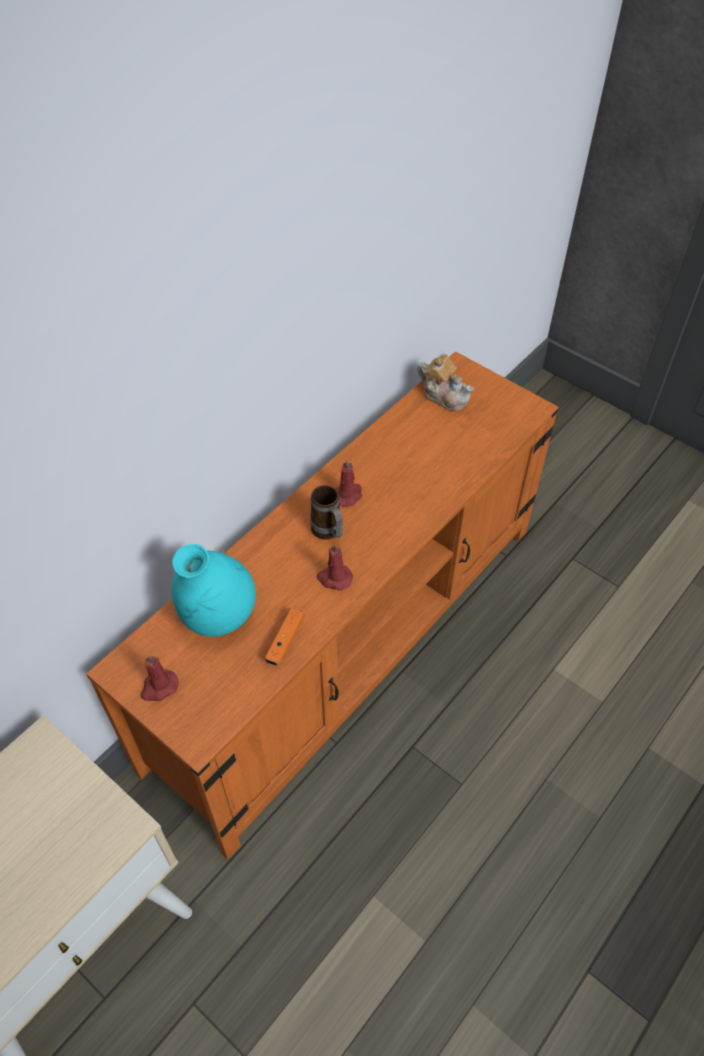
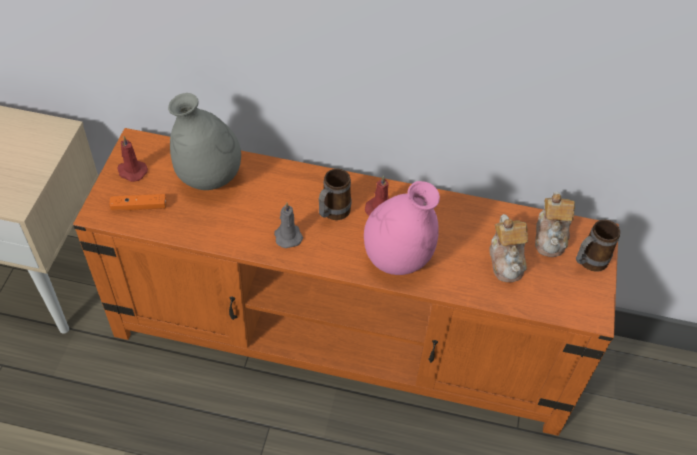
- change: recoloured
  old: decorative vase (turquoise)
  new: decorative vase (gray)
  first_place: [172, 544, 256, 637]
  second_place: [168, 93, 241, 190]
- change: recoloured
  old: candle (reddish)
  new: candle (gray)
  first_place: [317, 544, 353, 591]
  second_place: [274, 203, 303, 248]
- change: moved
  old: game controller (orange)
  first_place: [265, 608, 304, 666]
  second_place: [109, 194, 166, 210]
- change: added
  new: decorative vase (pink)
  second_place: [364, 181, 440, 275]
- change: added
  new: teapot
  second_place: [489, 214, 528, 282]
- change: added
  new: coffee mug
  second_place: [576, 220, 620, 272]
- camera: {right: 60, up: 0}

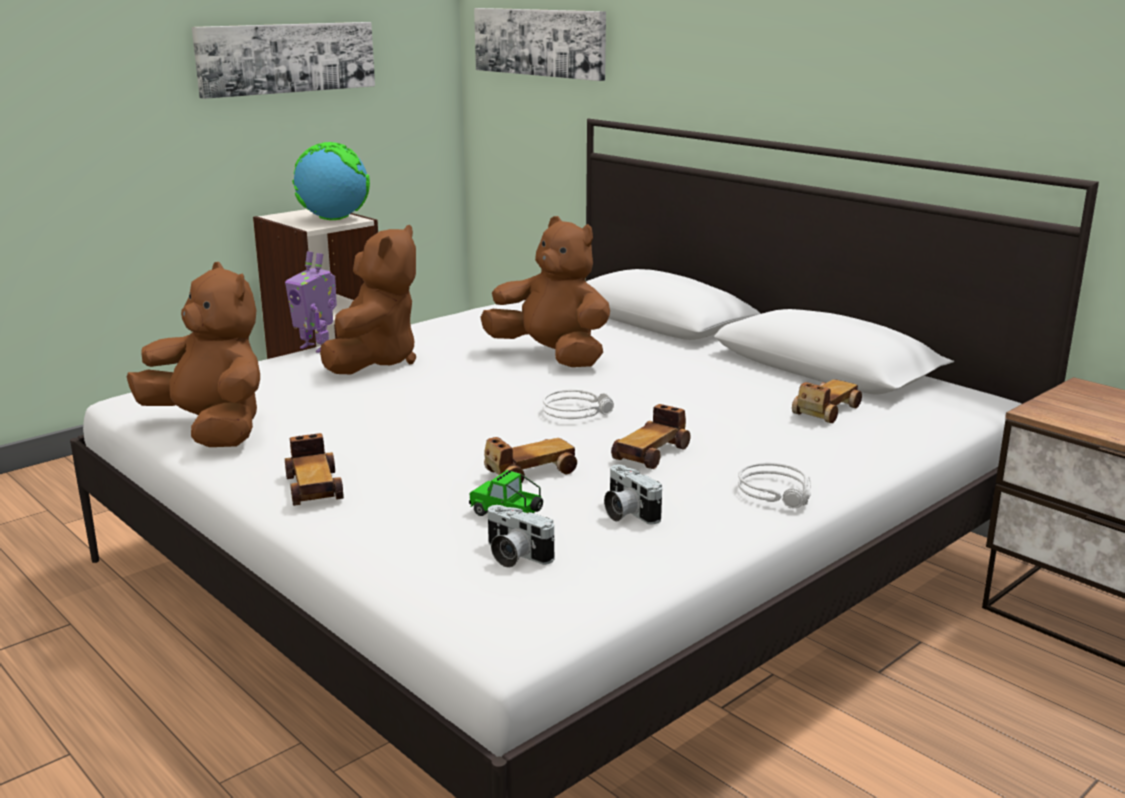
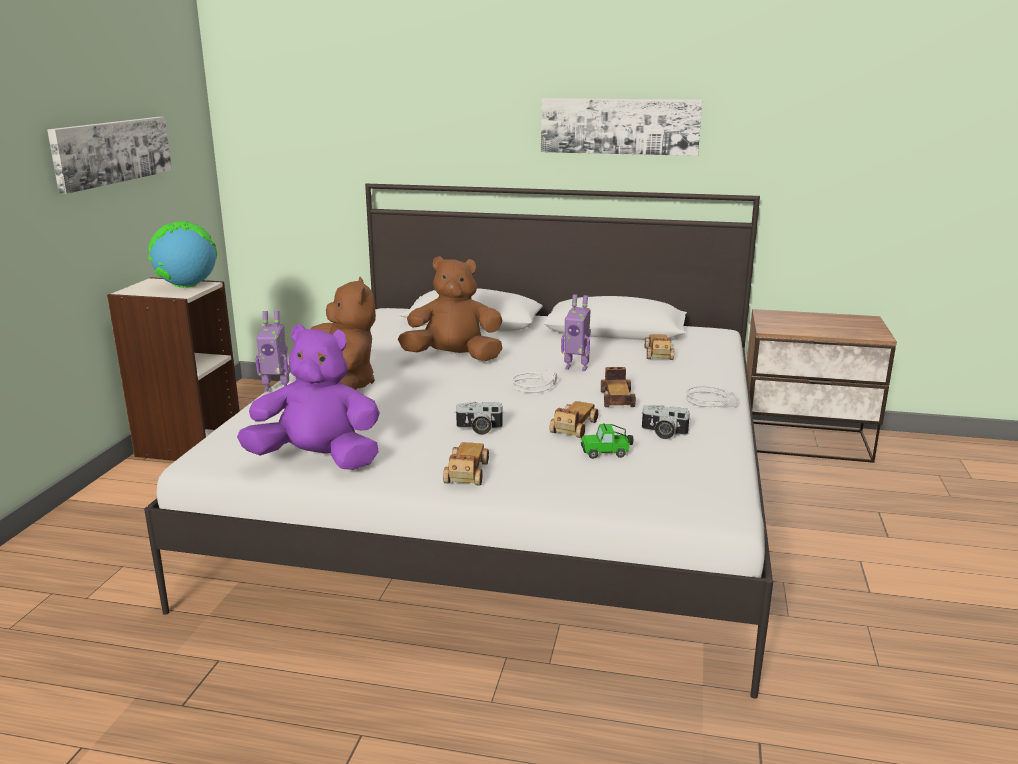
- change: moved
  old: picture
  first_place: [474, 8, 606, 81]
  second_place: [541, 98, 702, 156]
- change: recoloured
  old: cuddly toy (brown-coloured)
  new: cuddly toy (purplish)
  first_place: [127, 262, 260, 447]
  second_place: [237, 324, 380, 470]
- change: turned
  old: toy car
  first_place: [285, 433, 344, 506]
  second_place: [443, 443, 489, 485]
  degrees: -120
- change: moved
  old: photo camera
  first_place: [488, 505, 555, 568]
  second_place: [454, 402, 503, 435]
- change: added
  new: model robot
  second_place: [561, 294, 591, 371]
- camera: {right: -35, up: 0}

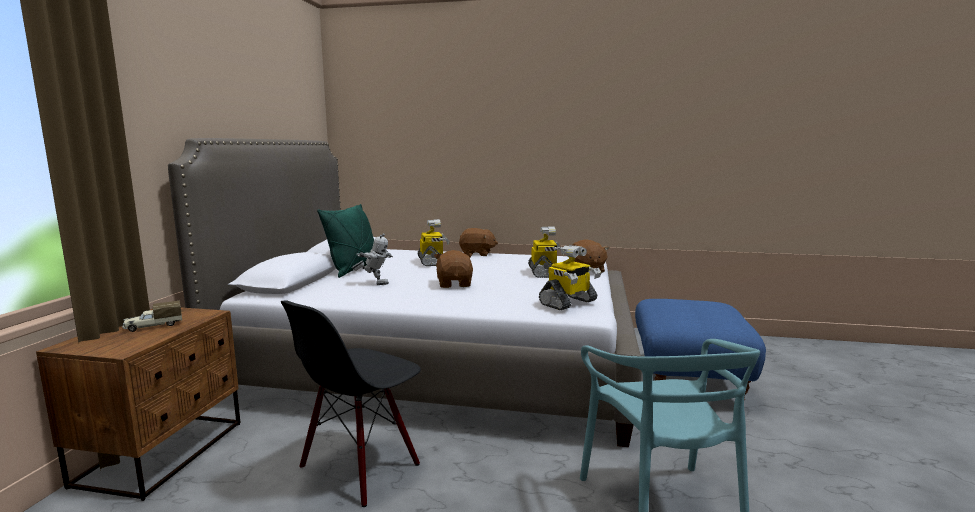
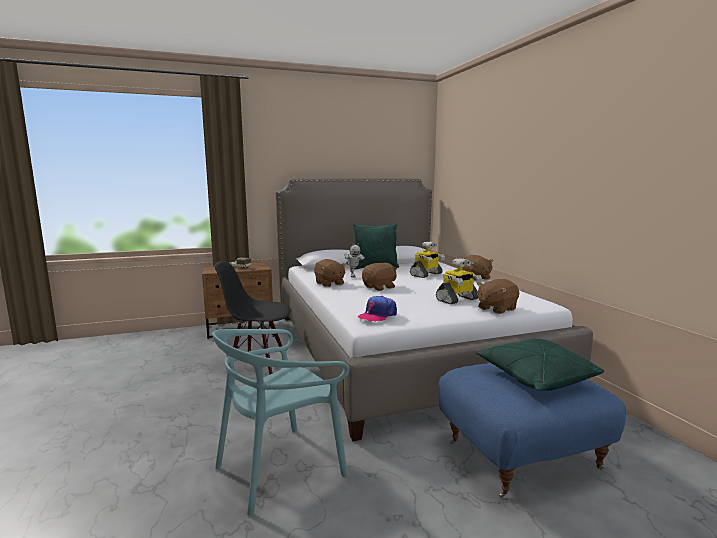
- change: replaced
  old: model robot
  new: baseball cap
  first_place: [539, 245, 601, 310]
  second_place: [357, 296, 397, 322]
- change: added
  new: cuddly toy (brown-coloured)
  second_place: [314, 259, 346, 287]
- change: added
  new: throw pillow (green-coloured)
  second_place: [476, 338, 604, 391]
- camera: {right: 60, up: 0}

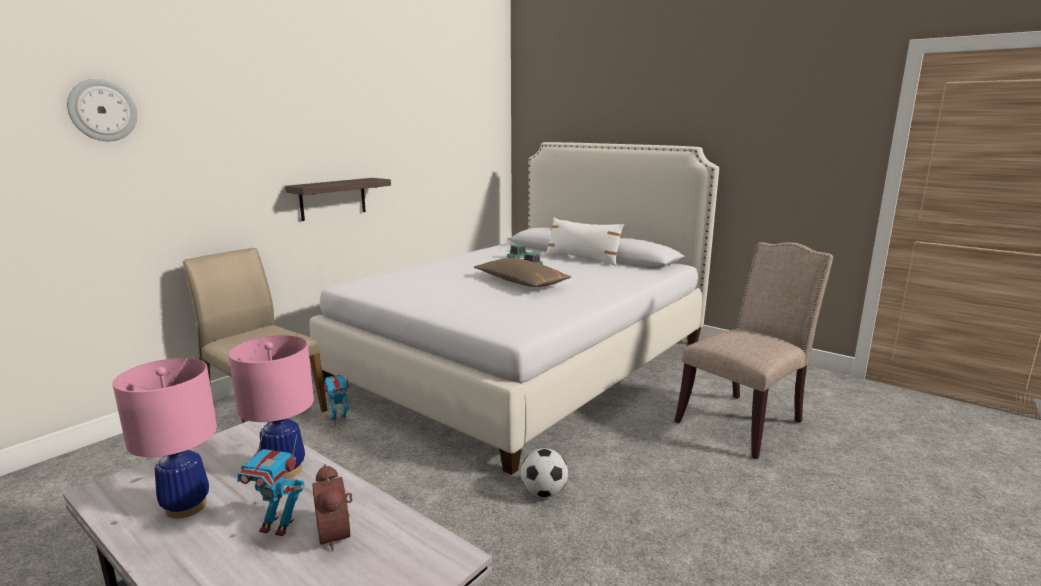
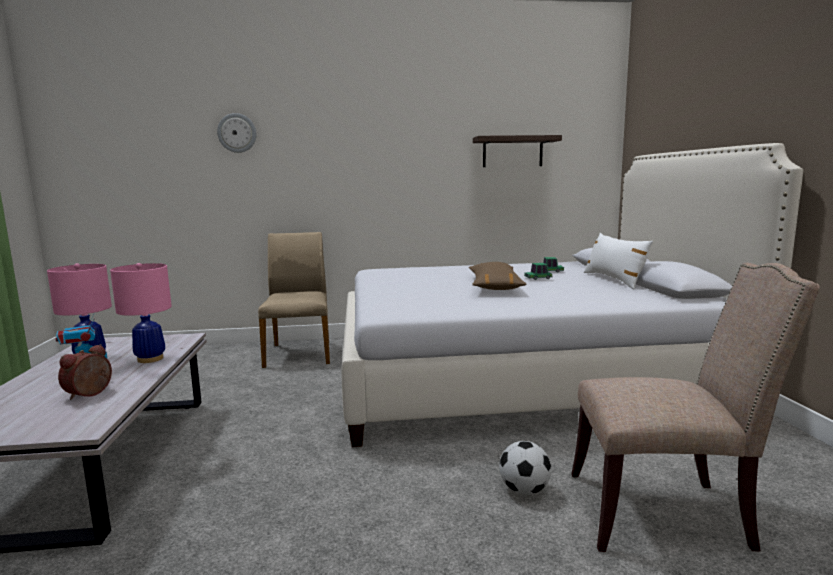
- change: moved
  old: wall shelf
  first_place: [285, 178, 391, 221]
  second_place: [473, 135, 562, 167]
- change: removed
  old: model robot
  first_place: [324, 375, 349, 424]
- change: moved
  old: ball for football
  first_place: [521, 448, 568, 498]
  second_place: [499, 441, 551, 495]
- camera: {right: 45, up: -5}

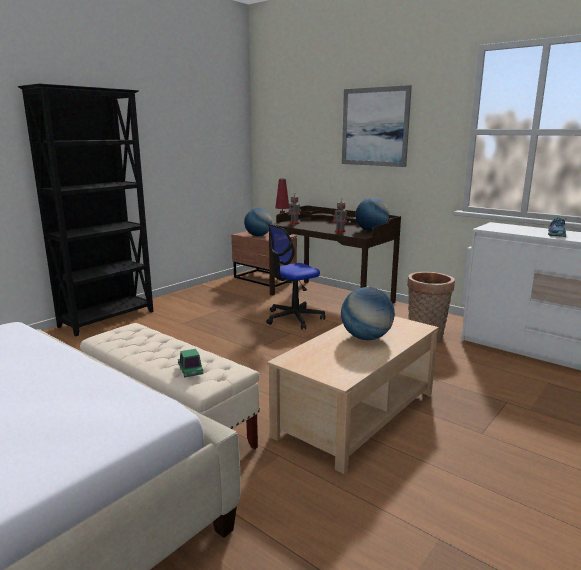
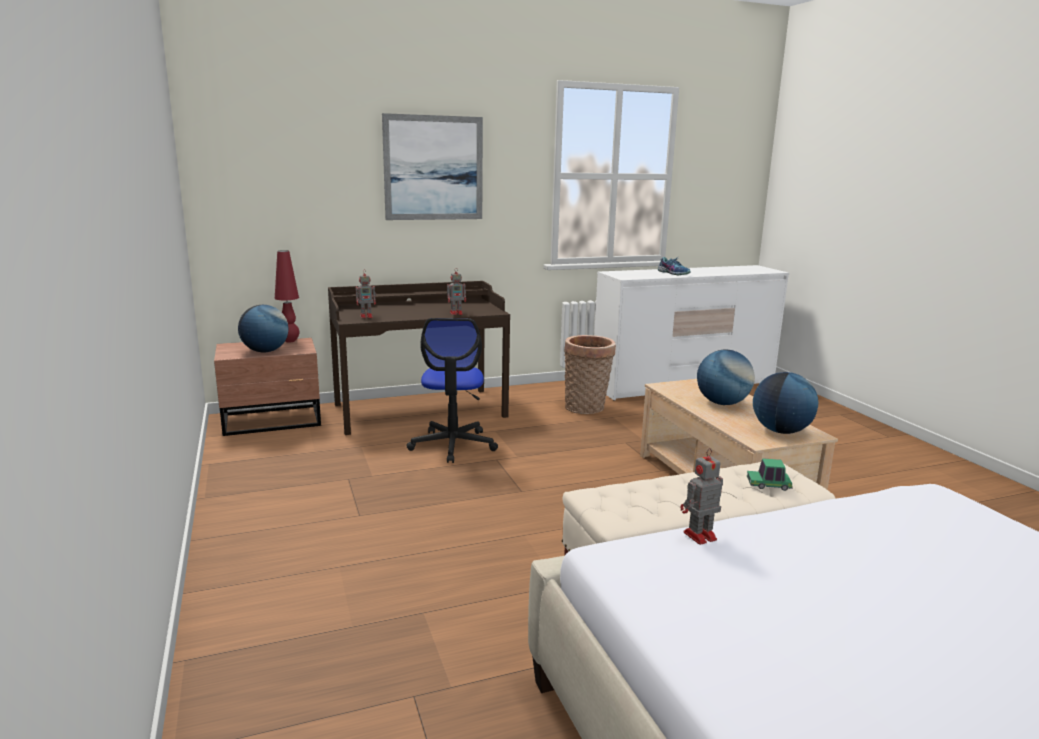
- change: removed
  old: bookcase (black-coloured)
  first_place: [18, 84, 154, 336]
- change: moved
  old: world globe
  first_place: [355, 198, 389, 232]
  second_place: [753, 372, 818, 434]
- change: added
  new: model robot
  second_place: [681, 448, 723, 545]
- camera: {right: -60, up: 0}

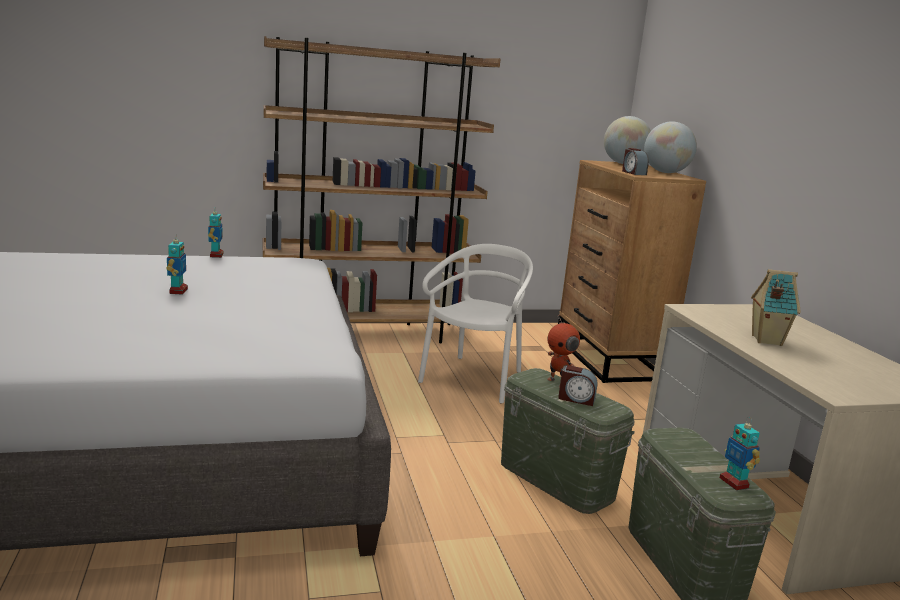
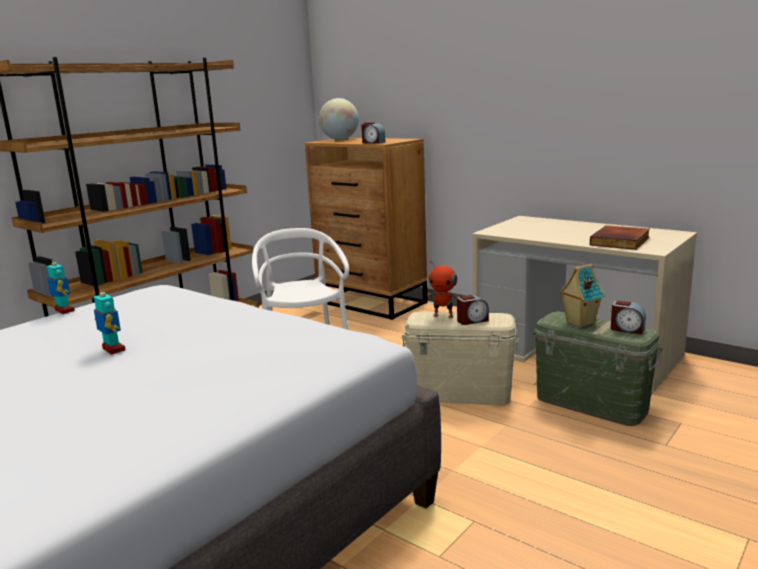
- change: removed
  old: world globe
  first_place: [644, 121, 697, 173]
- change: moved
  old: model house
  first_place: [751, 269, 801, 346]
  second_place: [559, 263, 605, 328]
- change: recoloured
  old: storage box (green-coloured)
  new: storage box (beige-coloured)
  first_place: [501, 368, 635, 514]
  second_place: [402, 312, 518, 405]
- change: replaced
  old: model robot
  new: table clock
  first_place: [720, 417, 760, 490]
  second_place: [611, 301, 646, 334]
- change: added
  new: volume
  second_place: [590, 225, 650, 250]
- camera: {right: -35, up: 0}

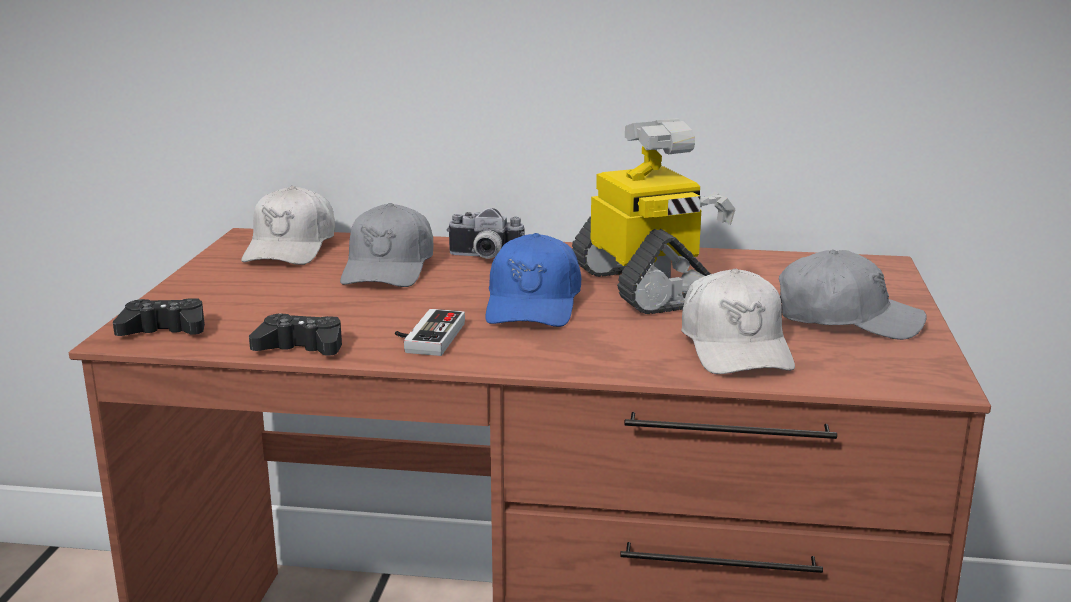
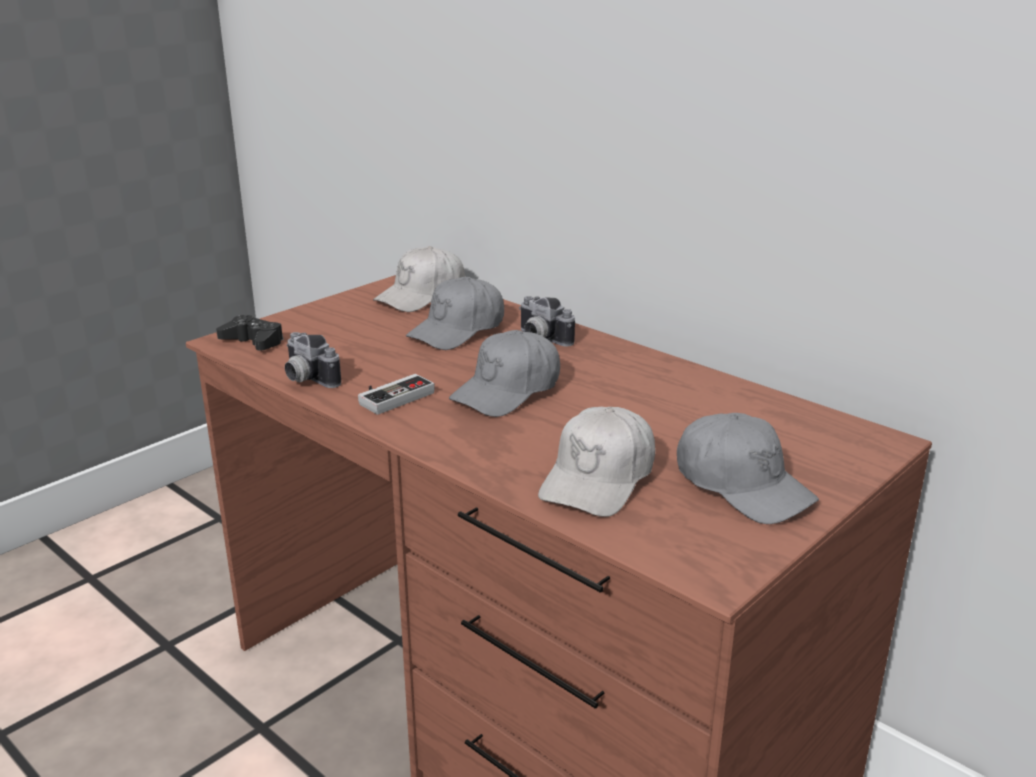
- change: removed
  old: model robot
  first_place: [572, 118, 735, 314]
- change: recoloured
  old: baseball cap (blue-coloured)
  new: baseball cap (gray)
  first_place: [485, 233, 581, 327]
  second_place: [449, 330, 560, 417]
- change: replaced
  old: game controller (black-coloured)
  new: photo camera
  first_place: [249, 313, 342, 356]
  second_place: [285, 332, 341, 388]
- camera: {right: 35, up: 5}

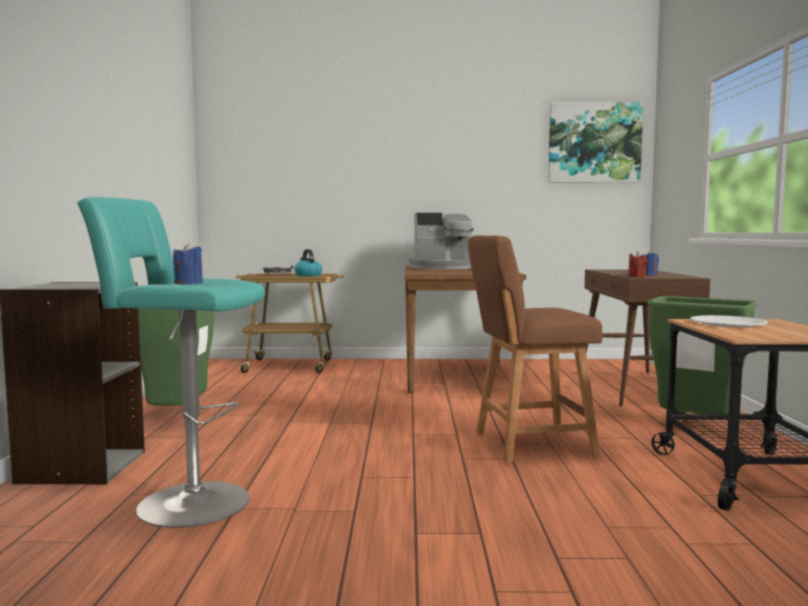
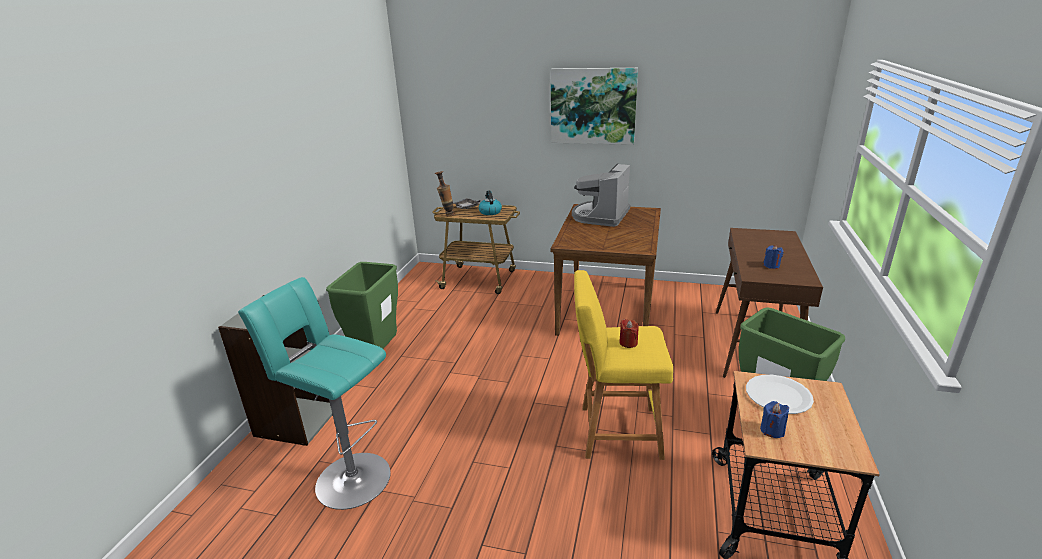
- change: moved
  old: picture
  first_place: [548, 102, 643, 182]
  second_place: [551, 68, 638, 145]
- change: turned
  old: coffee maker
  first_place: [409, 213, 474, 269]
  second_place: [572, 163, 630, 227]
  degrees: 105
- change: recoloured
  old: stool seat (brown-coloured)
  new: stool seat (yellow-coloured)
  first_place: [468, 235, 603, 463]
  second_place: [574, 270, 673, 460]
- change: moved
  old: candle (blue-coloured)
  first_place: [173, 243, 203, 284]
  second_place: [760, 401, 789, 438]
- change: moved
  old: candle (reddish)
  first_place: [628, 252, 647, 278]
  second_place: [619, 319, 639, 348]
- change: added
  new: decorative vase
  second_place: [435, 171, 455, 217]
- camera: {right: 15, up: 20}

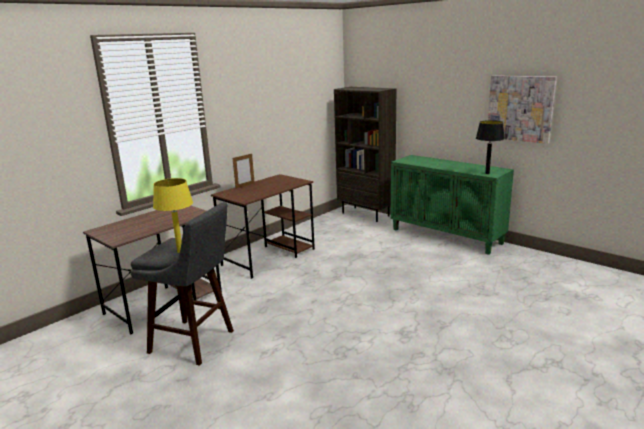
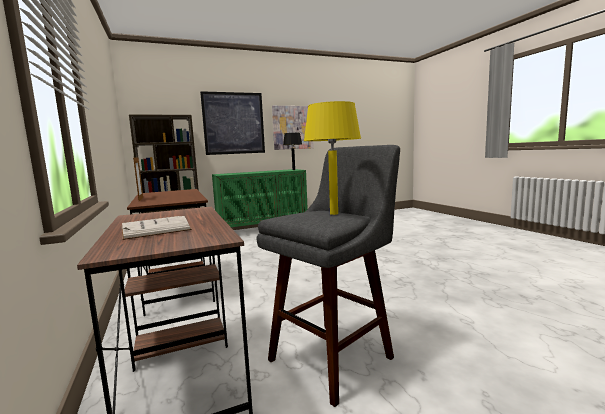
- change: added
  new: picture
  second_place: [200, 91, 265, 155]
- change: added
  new: volume (white)
  second_place: [122, 216, 192, 240]
- camera: {right: -65, up: -10}

